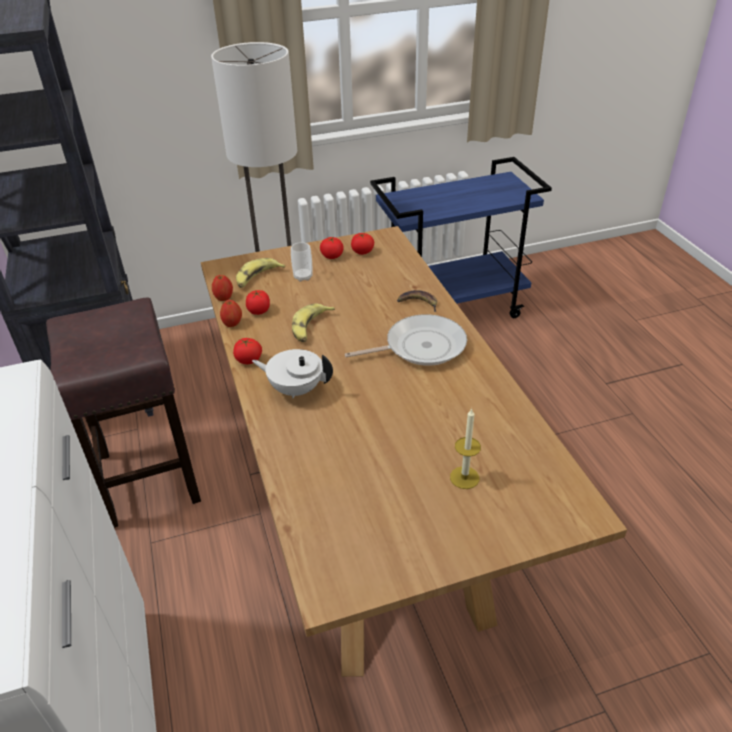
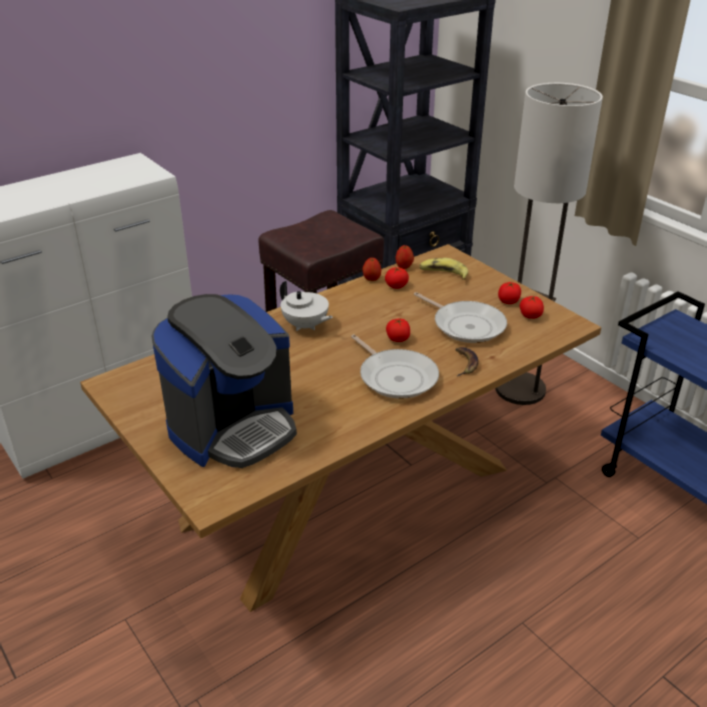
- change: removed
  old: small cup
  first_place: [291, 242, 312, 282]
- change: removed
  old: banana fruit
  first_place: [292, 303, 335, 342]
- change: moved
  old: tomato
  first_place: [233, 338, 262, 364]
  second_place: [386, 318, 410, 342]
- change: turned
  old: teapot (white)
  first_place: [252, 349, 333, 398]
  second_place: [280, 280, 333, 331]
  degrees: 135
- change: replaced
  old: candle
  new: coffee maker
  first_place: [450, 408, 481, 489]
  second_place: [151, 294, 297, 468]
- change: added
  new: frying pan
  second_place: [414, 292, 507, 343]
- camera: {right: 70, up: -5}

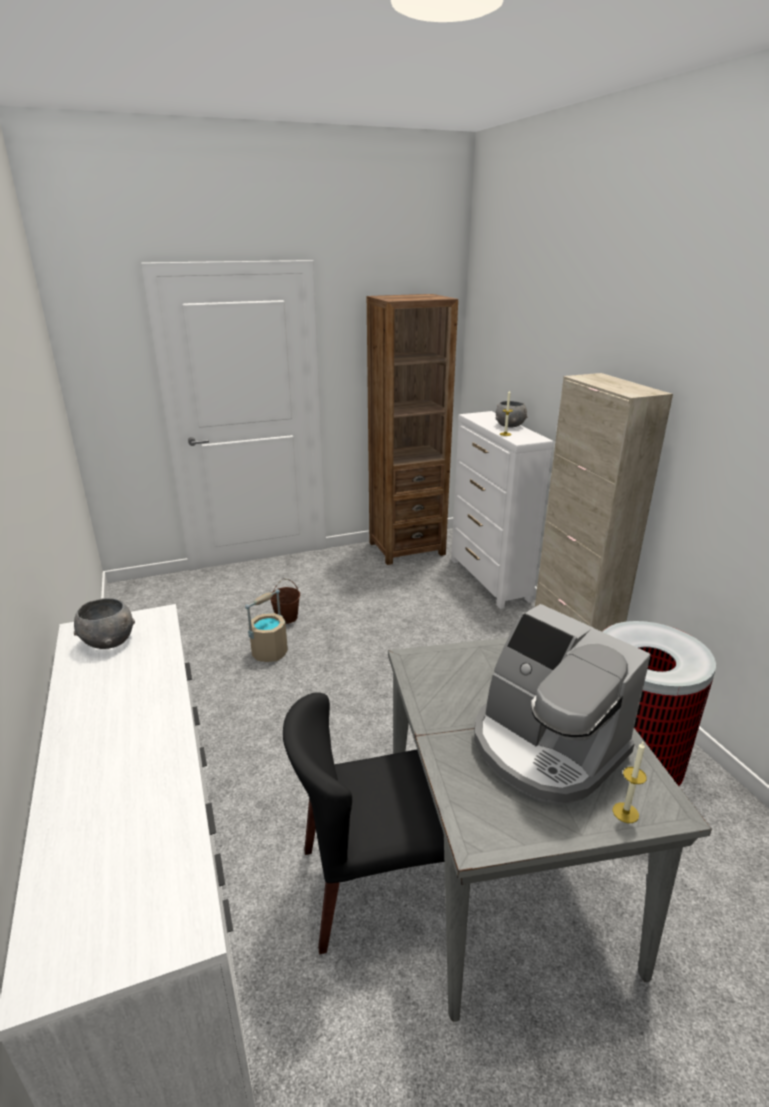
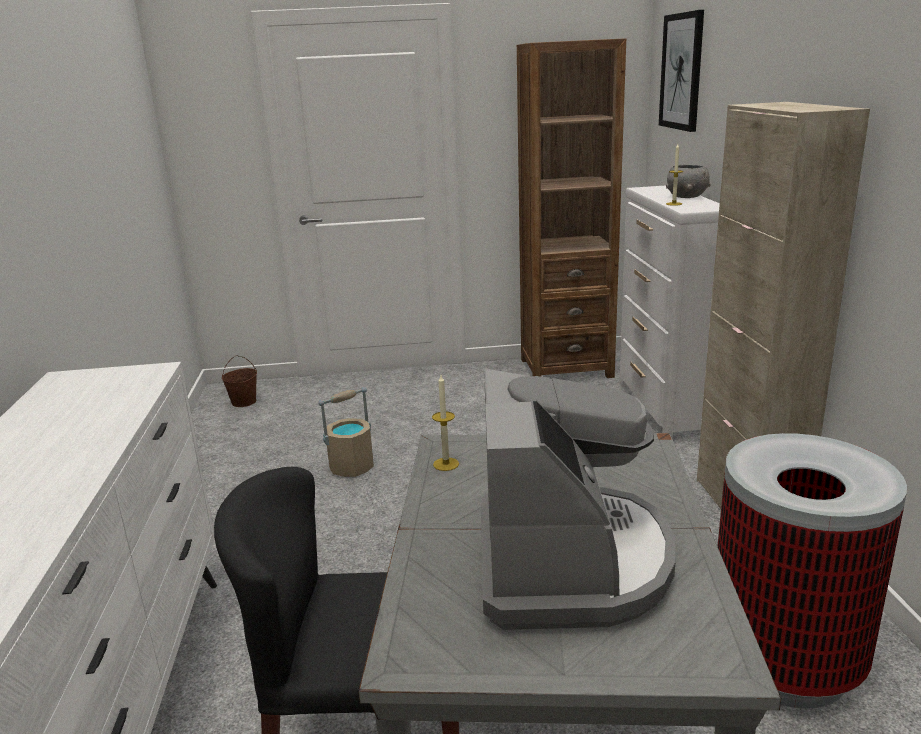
- change: moved
  old: pail (brown-coloured)
  first_place: [270, 579, 300, 624]
  second_place: [222, 355, 257, 407]
- change: removed
  old: serving bowl (gray)
  first_place: [74, 598, 135, 649]
- change: turned
  old: coffee maker
  first_place: [474, 604, 651, 805]
  second_place: [480, 369, 676, 630]
  degrees: -150
- change: moved
  old: candle
  first_place: [613, 742, 647, 823]
  second_place: [432, 375, 459, 471]
- change: added
  new: picture
  second_place: [659, 10, 704, 132]
- camera: {right: 15, up: -5}

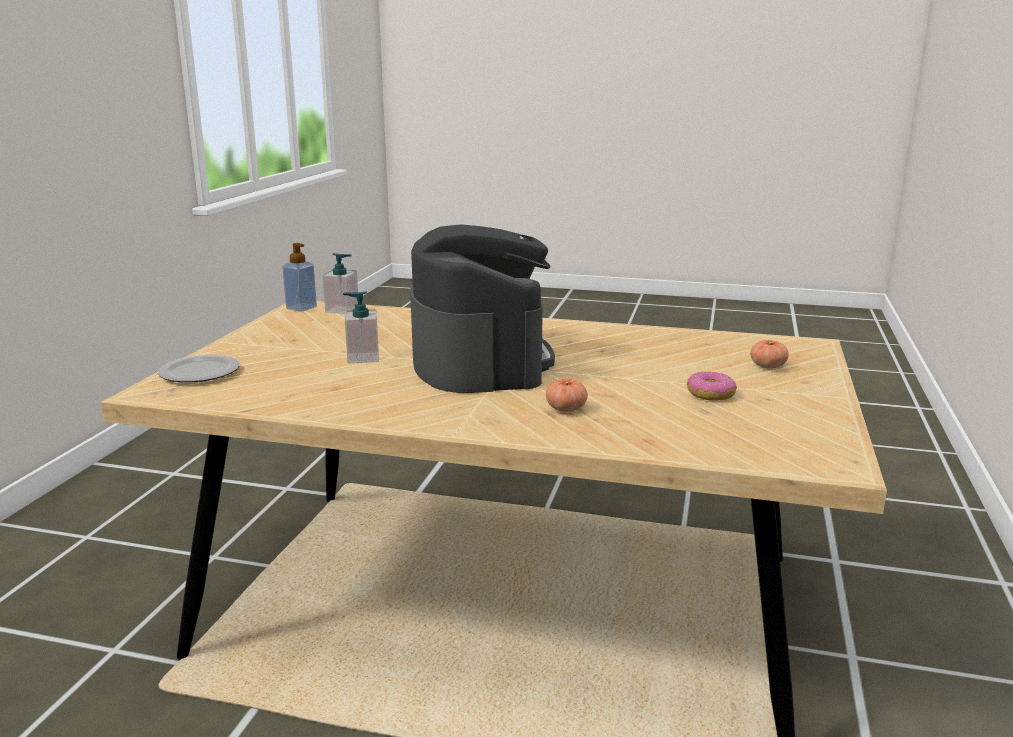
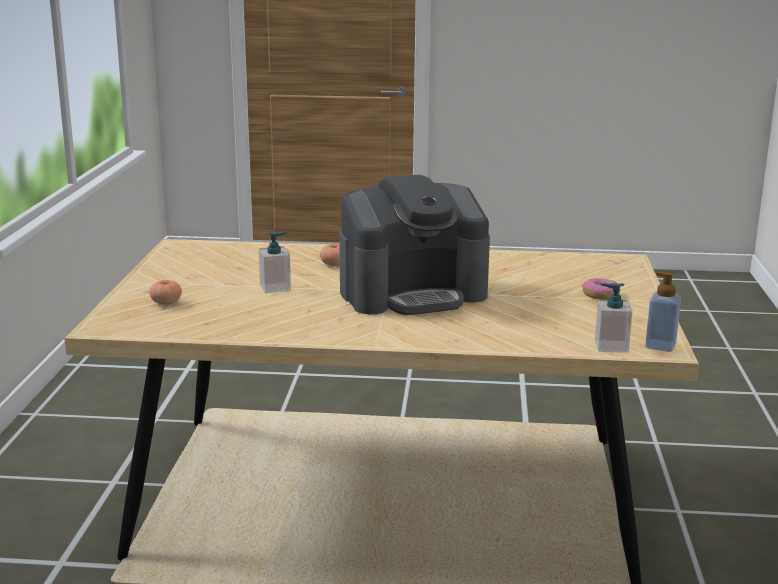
- change: turned
  old: coffee maker
  first_place: [410, 224, 555, 393]
  second_place: [339, 174, 490, 315]
  degrees: -90
- change: moved
  old: liquid soap bottle
  first_place: [343, 292, 379, 363]
  second_place: [259, 232, 291, 293]
- change: removed
  old: dinner plate
  first_place: [158, 355, 240, 382]
- change: moved
  old: donut
  first_place: [687, 371, 737, 401]
  second_place: [582, 278, 620, 299]
- camera: {right: 170, up: 0}

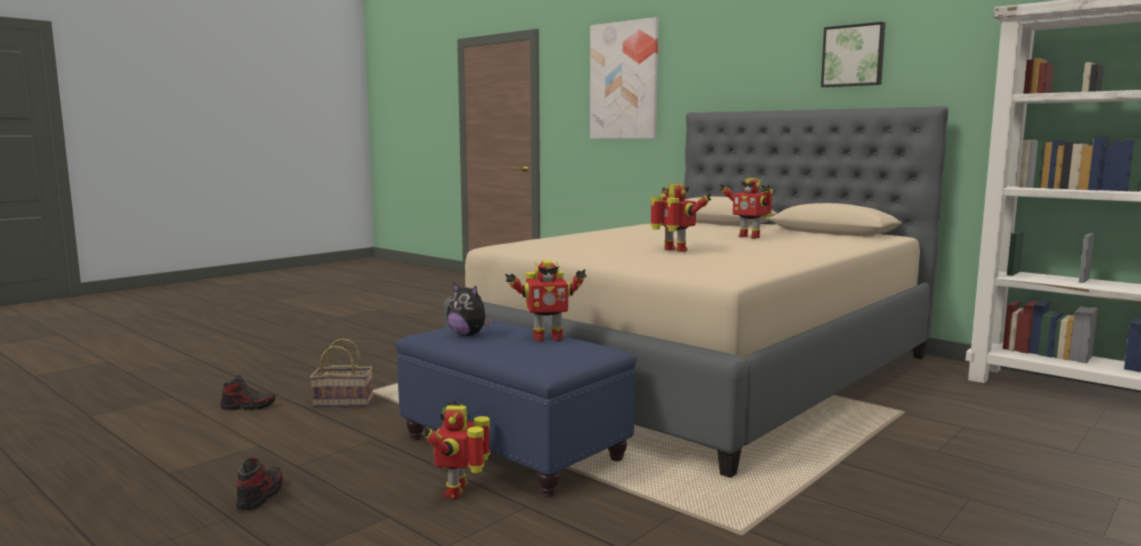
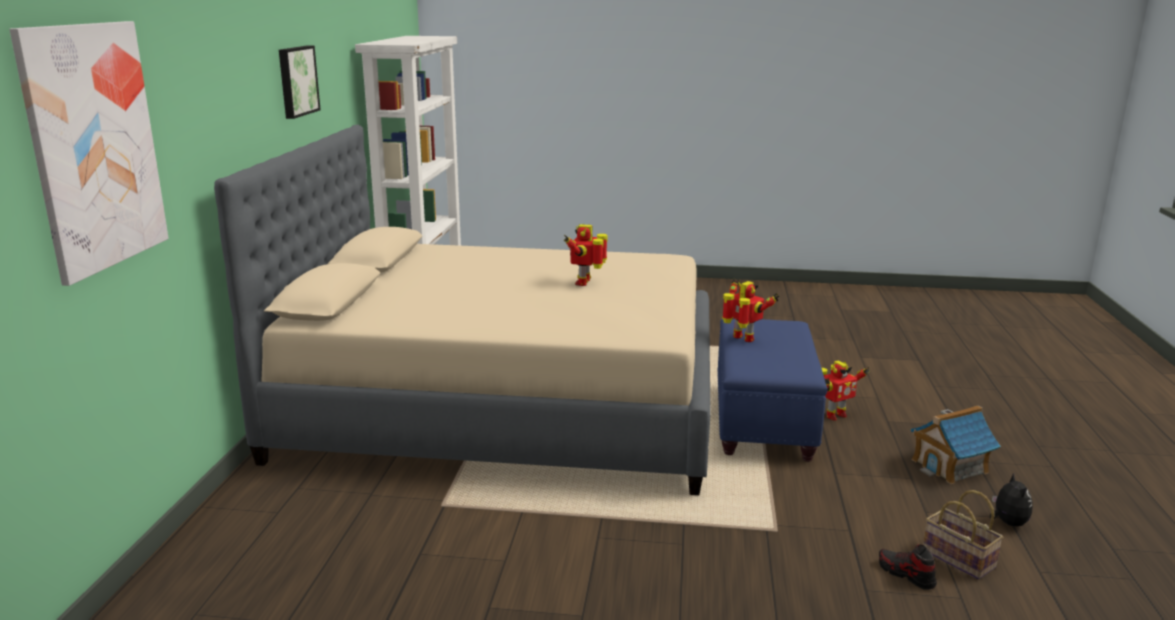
- change: removed
  old: model robot
  first_place: [720, 178, 773, 239]
- change: moved
  old: cuddly toy
  first_place: [447, 282, 493, 336]
  second_place: [990, 473, 1033, 526]
- change: moved
  old: storage basket
  first_place: [310, 338, 373, 407]
  second_place: [923, 490, 1003, 580]
- change: replaced
  old: shoe
  new: model house
  first_place: [236, 457, 283, 510]
  second_place: [911, 405, 1001, 484]
- camera: {right: -125, up: 10}

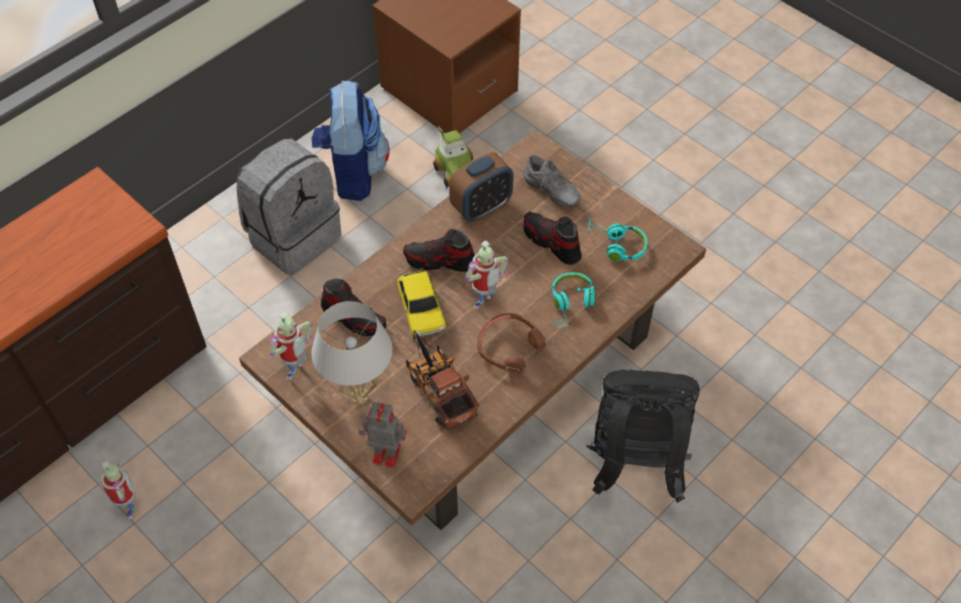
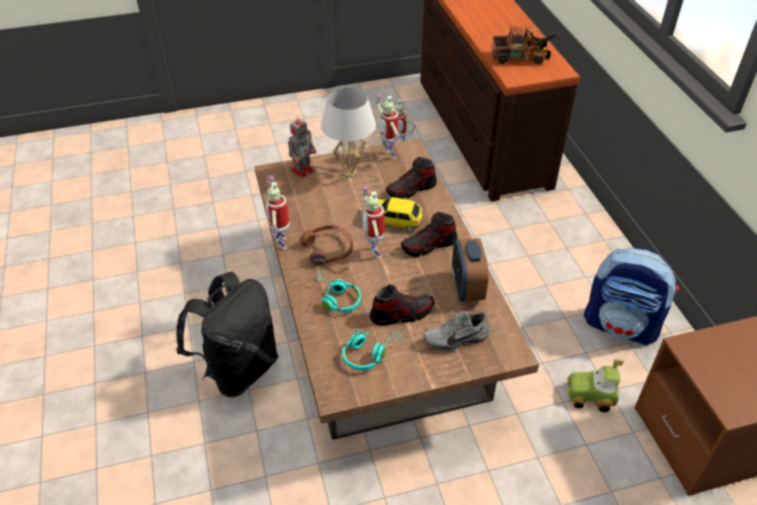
- change: removed
  old: rucksack (gray)
  first_place: [236, 138, 342, 275]
- change: turned
  old: shoe
  first_place: [403, 229, 475, 272]
  second_place: [401, 212, 458, 257]
  degrees: -150
- change: moved
  old: toy lorry
  first_place: [406, 330, 479, 431]
  second_place: [491, 26, 561, 64]
- change: added
  new: model robot
  second_place: [266, 175, 290, 249]
- camera: {right: 120, up: -10}

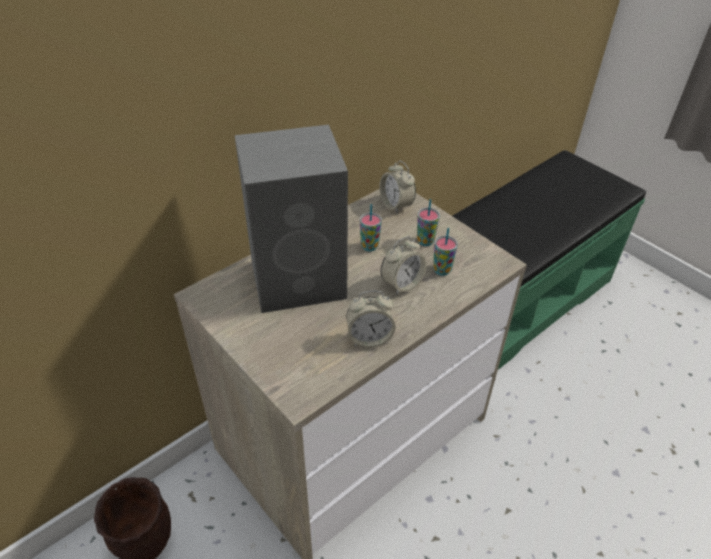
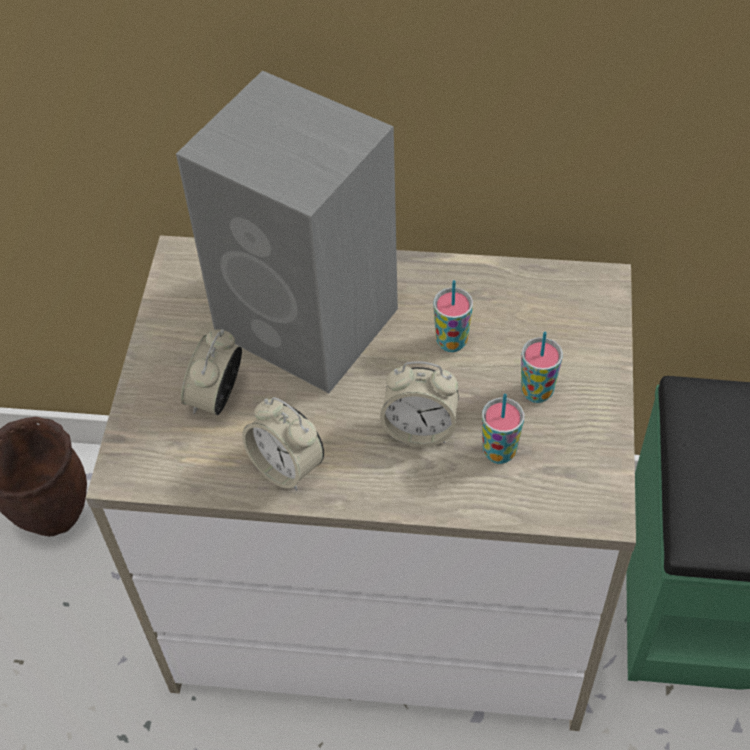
- change: moved
  old: table clock
  first_place: [379, 161, 416, 214]
  second_place: [181, 329, 242, 415]
- camera: {right: 50, up: 10}

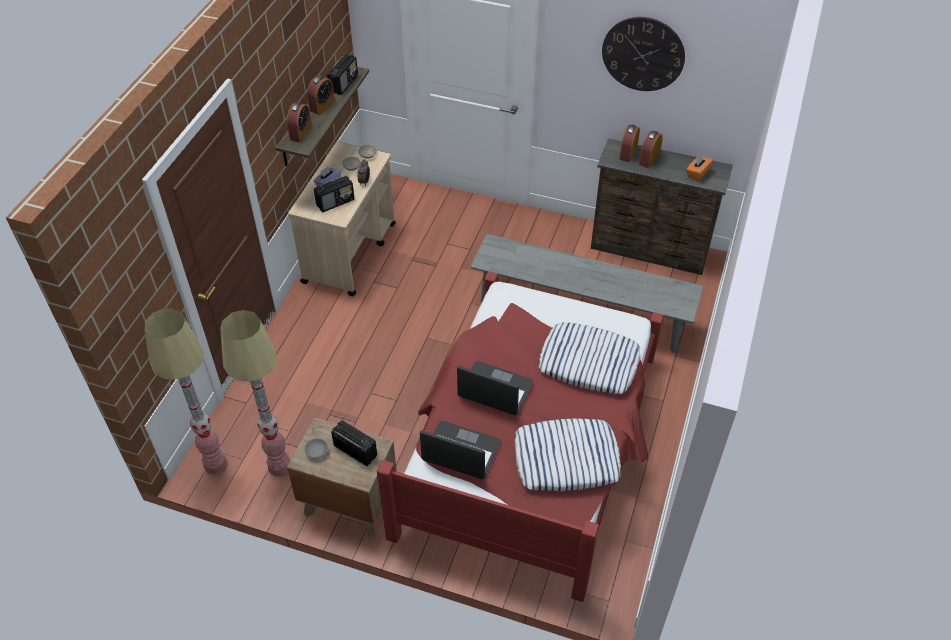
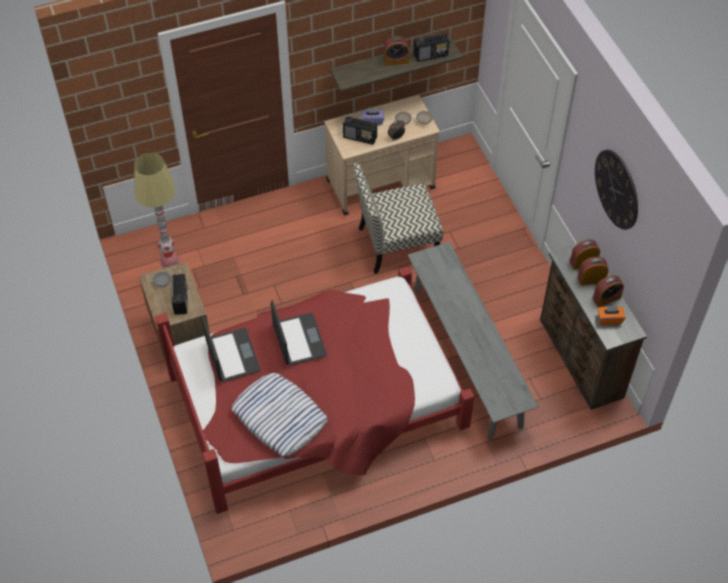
- change: moved
  old: table clock
  first_place: [287, 102, 312, 142]
  second_place: [593, 275, 624, 307]
- change: removed
  old: floor lamp
  first_place: [144, 308, 228, 475]
- change: removed
  old: throw pillow
  first_place: [539, 322, 640, 394]
- change: added
  new: chair
  second_place: [354, 163, 443, 274]
- camera: {right: 50, up: 5}

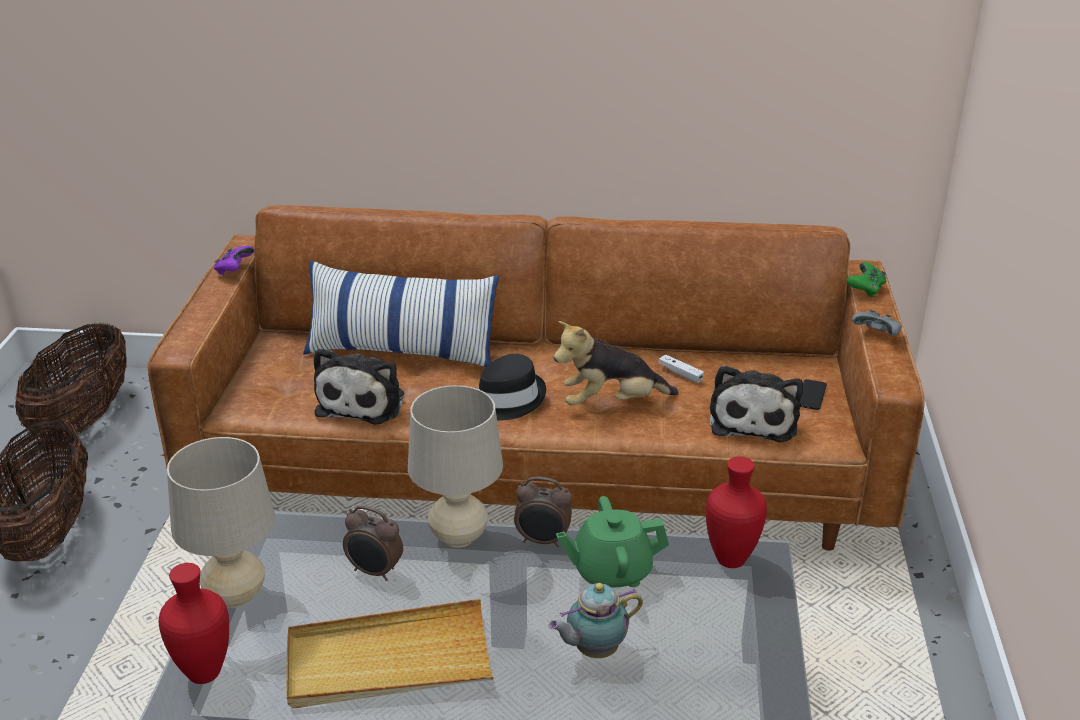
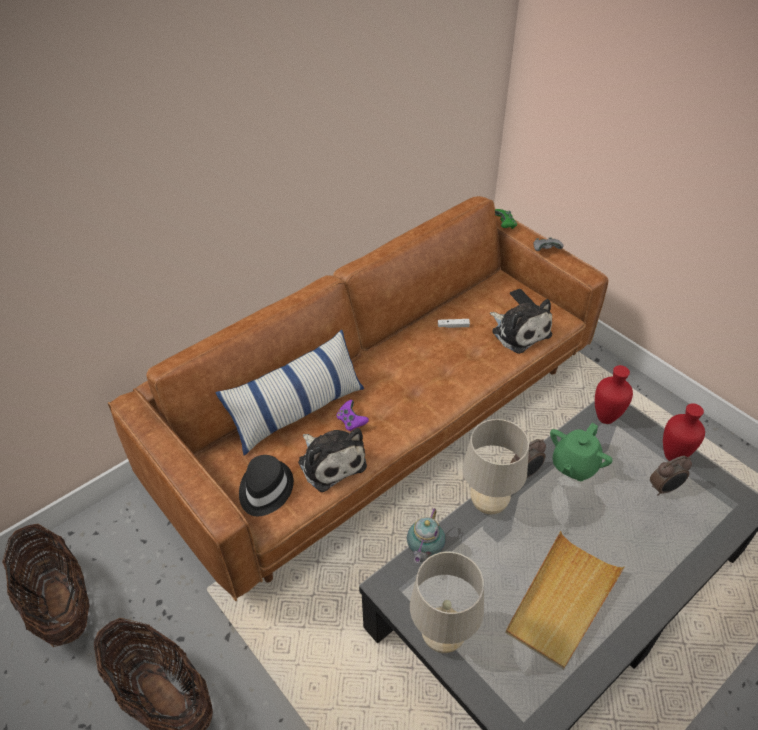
- change: moved
  old: game controller (purplish)
  first_place: [214, 246, 254, 275]
  second_place: [336, 400, 369, 431]
- change: removed
  old: cuddly toy
  first_place: [554, 321, 679, 405]
- change: moved
  old: wearable hat (black-coloured)
  first_place: [478, 354, 546, 420]
  second_place: [239, 455, 294, 516]
- change: moved
  old: table clock
  first_place: [343, 505, 403, 581]
  second_place: [650, 456, 692, 496]
- change: moved
  old: decorative vase (reddish)
  first_place: [159, 563, 229, 684]
  second_place: [663, 403, 705, 461]
- change: moved
  old: teapot
  first_place: [548, 583, 643, 658]
  second_place: [407, 508, 446, 563]
- camera: {right: -45, up: 15}

